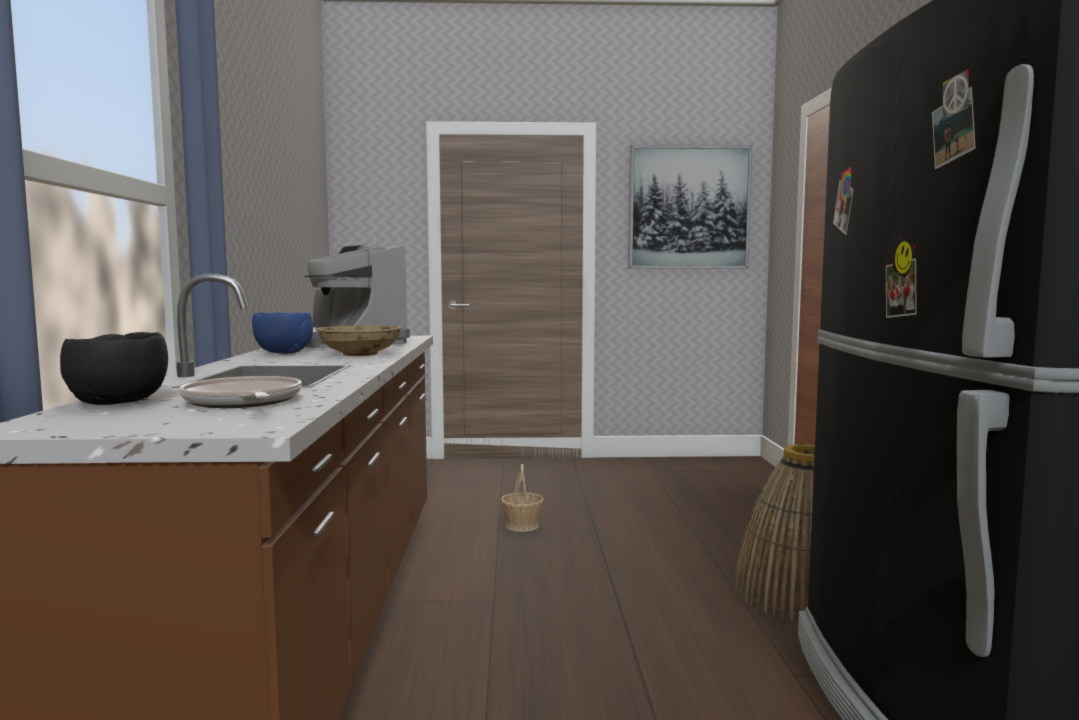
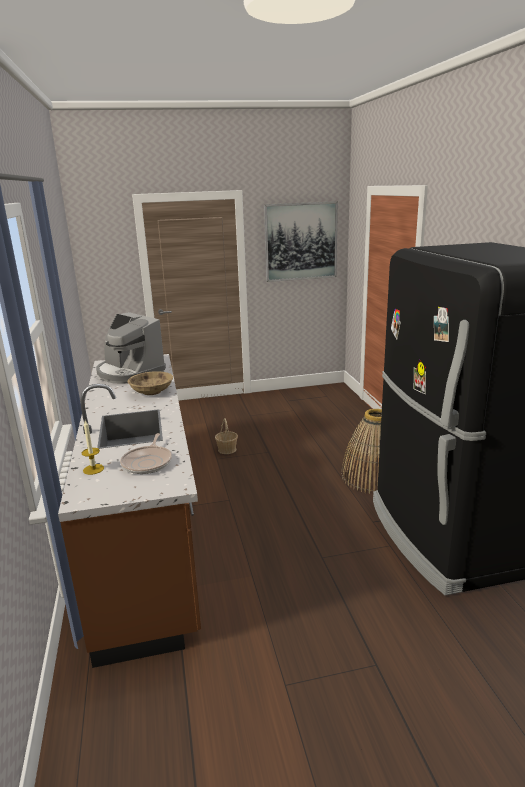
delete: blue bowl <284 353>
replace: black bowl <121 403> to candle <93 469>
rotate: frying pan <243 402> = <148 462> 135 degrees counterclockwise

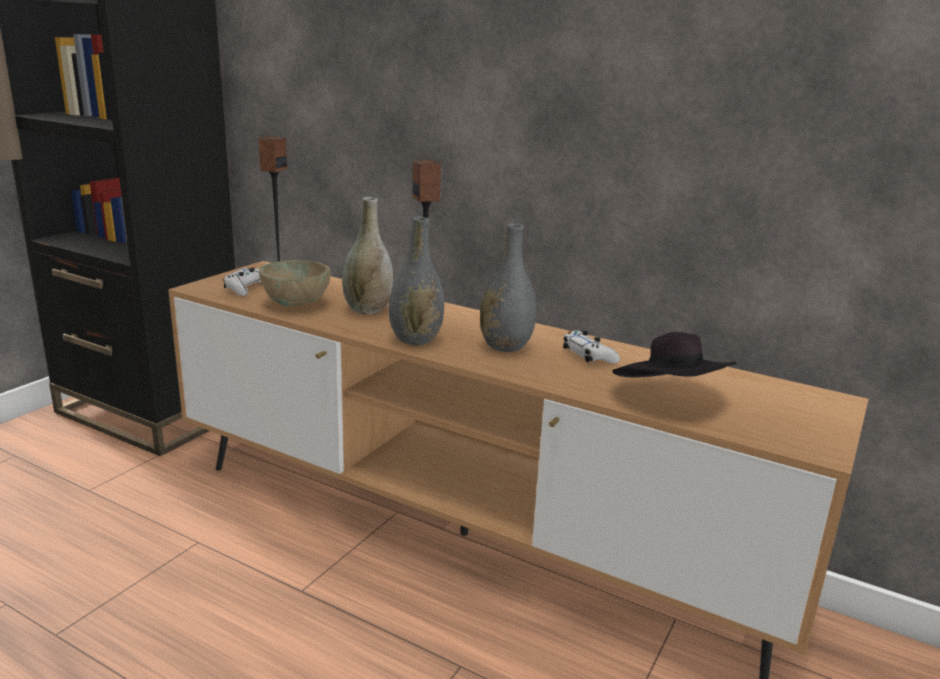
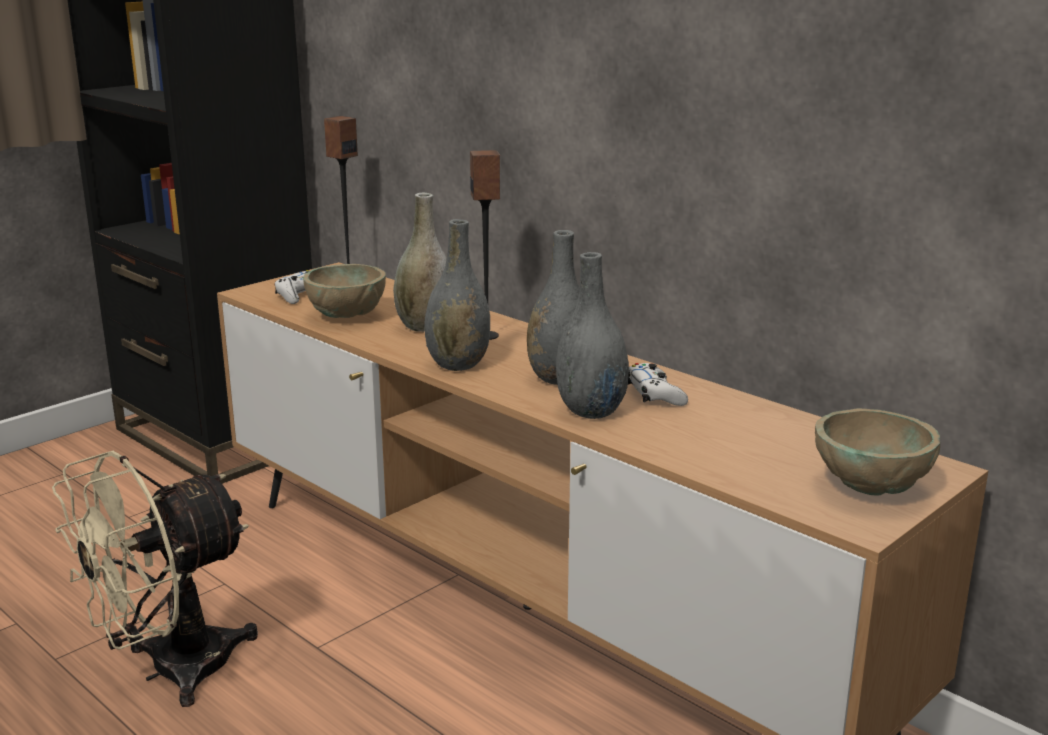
delete: black hat <671 398>
insert: beige fan <170 671>; grey vase <591 411>; beige bowl <868 487>

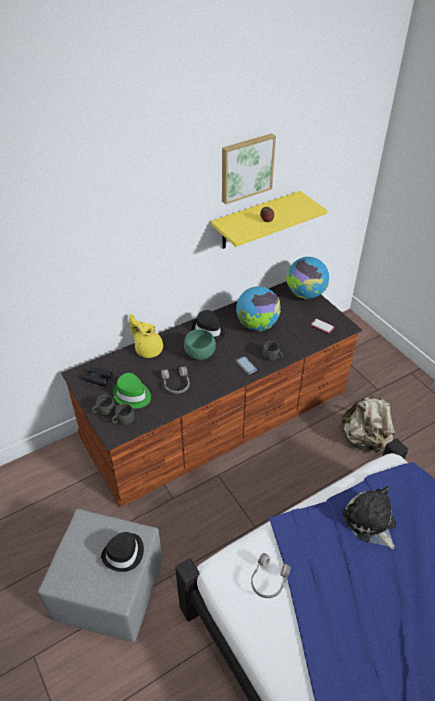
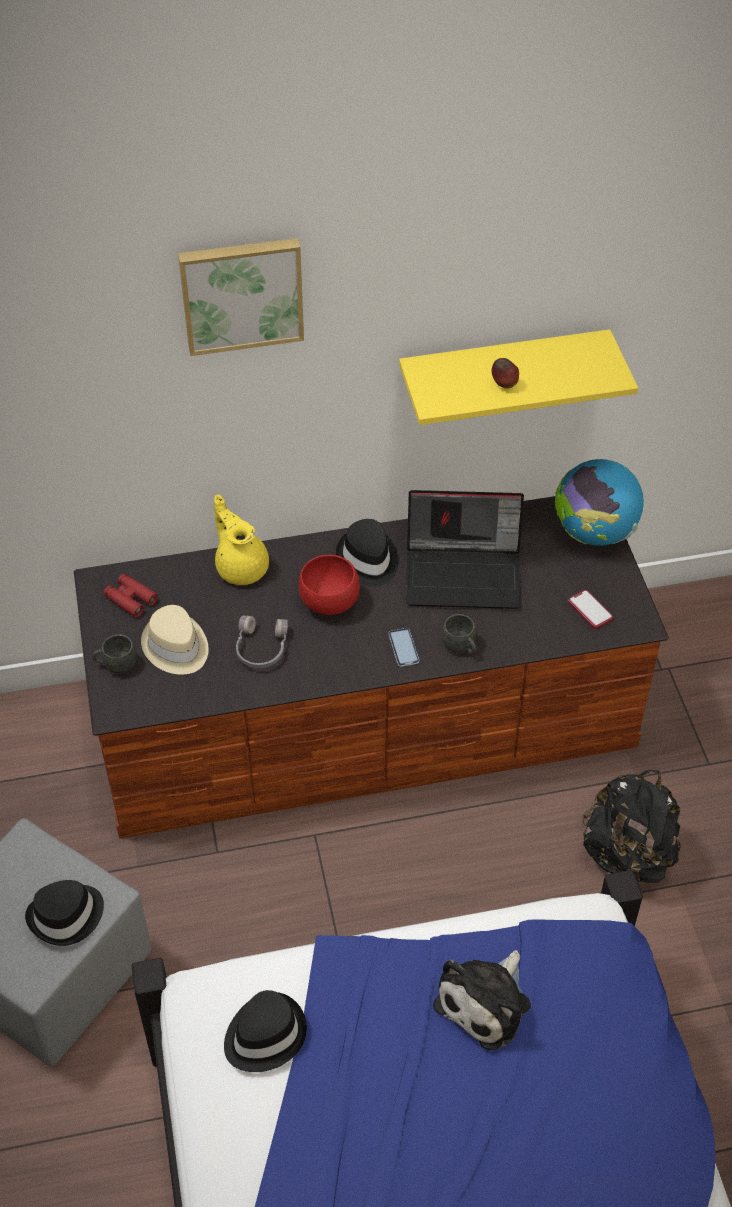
delete: grey mug <123 421>
move: picture <246 167> to <241 293>
replace: grey headphones <268 580> to black hat <264 1034>; globe <257 325> to laptop <464 573>
recolor: black binoculars <98 378> to red binoculars <130 599>; green hat <132 395> to beige hat <175 647>; green bowl <200 355> to red bowl <330 604>; beige backpack <365 440> to black backpack <627 855>
rotate: plush toy <370 523> = <487 1002> 135 degrees counterclockwise

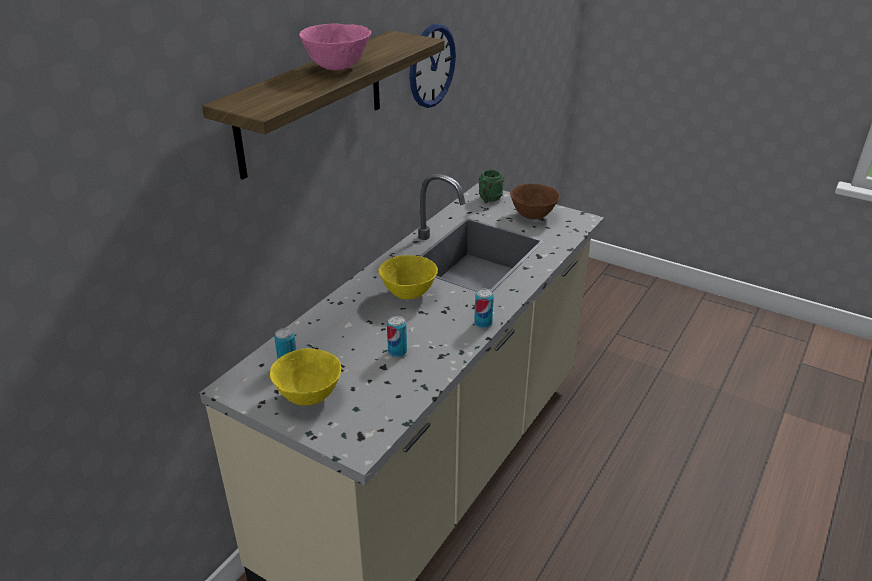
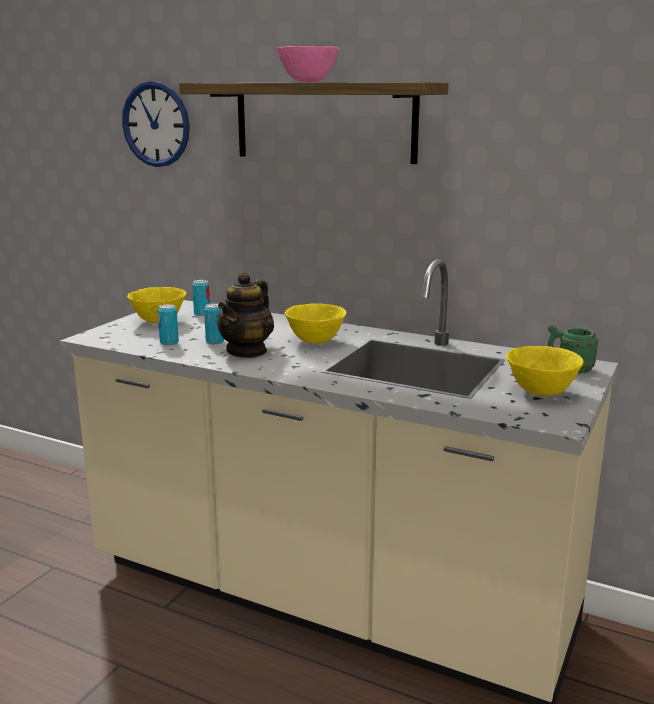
insert: teapot <247 351>
move: wall clock <432 66> to <156 124>; can <483 323> to <169 342>
recolor: brown bowl <533 216> to yellow bowl <540 392>

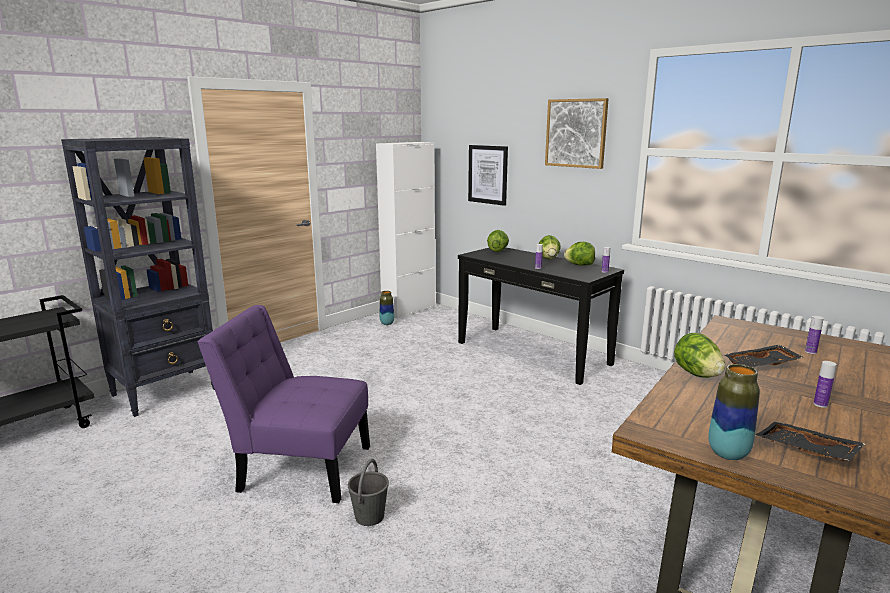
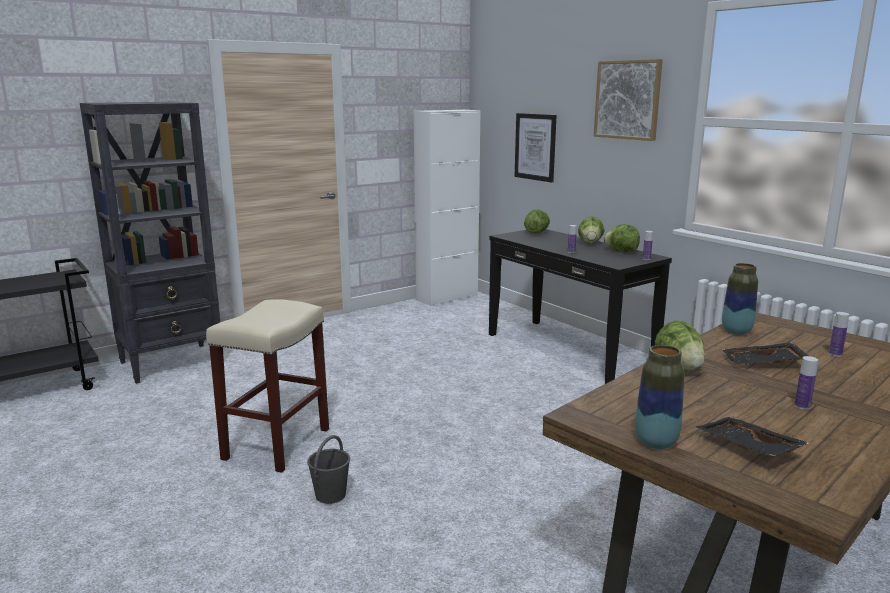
move: vase <387 323> to <736 332>
replace: purple chair <299 467> to beige stool <277 443>

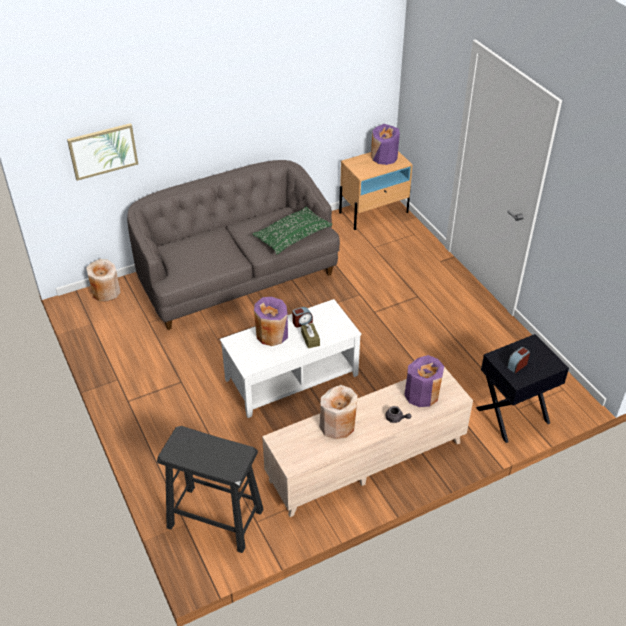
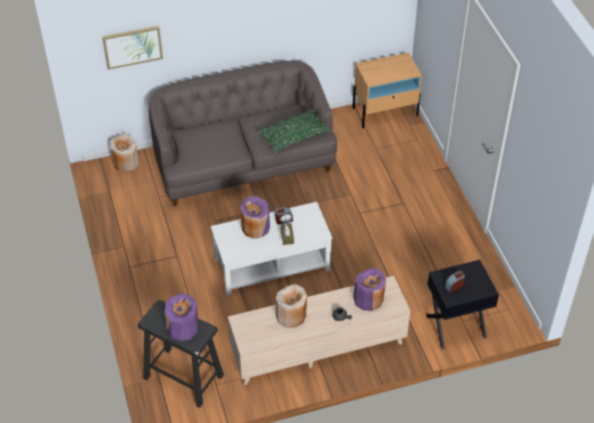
move: purple vase <384 157> to <183 327>

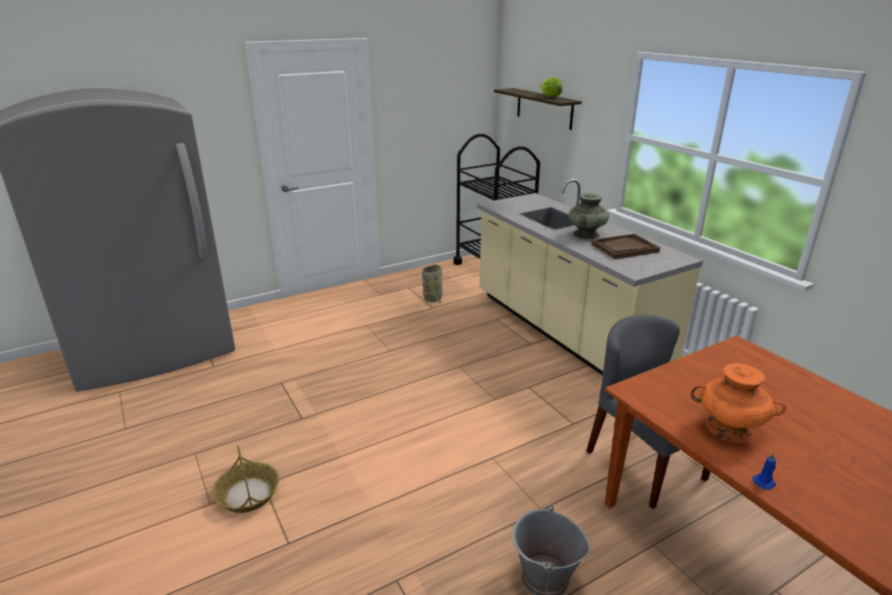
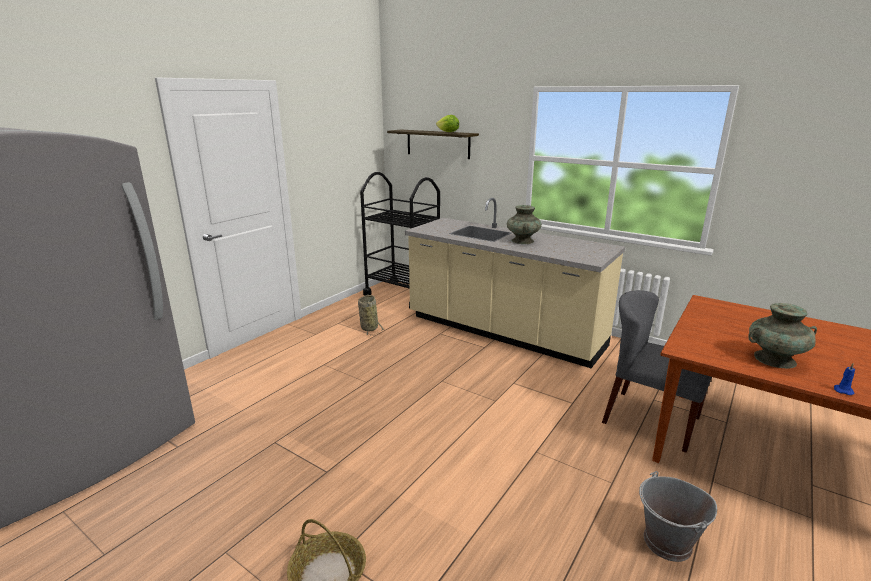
delete: brown tray <624 248>
recolor: orange vase <729 429> to turquoise vase <775 359>

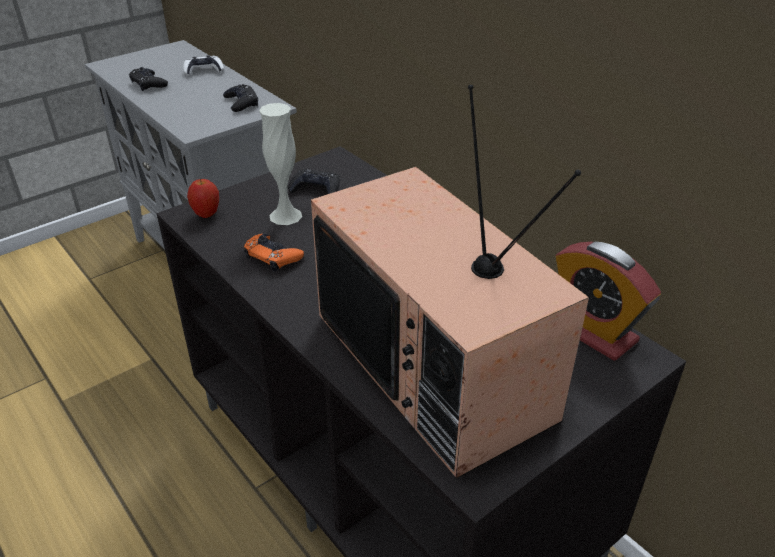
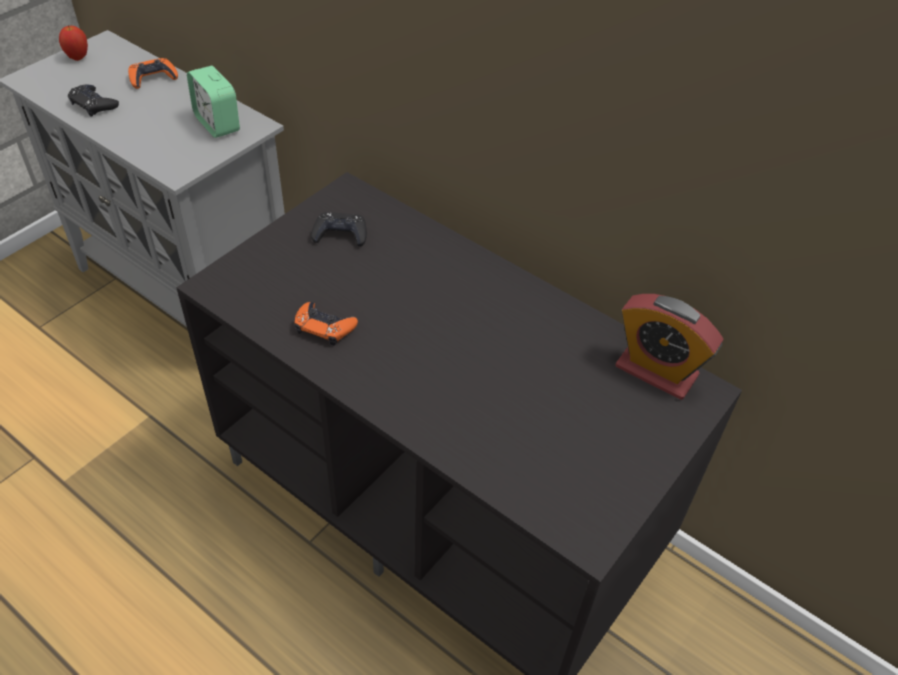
delete: white vase <285 216>; television <438 365>
move: apple <206 214> to <78 58>
replace: black game controller <241 103> to alarm clock <217 124>
recolor: white game controller <203 70> to orange game controller <153 78>

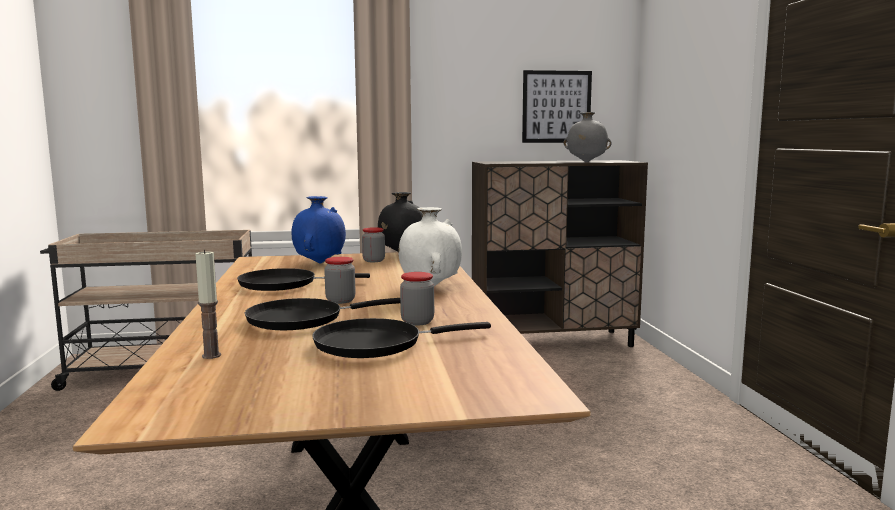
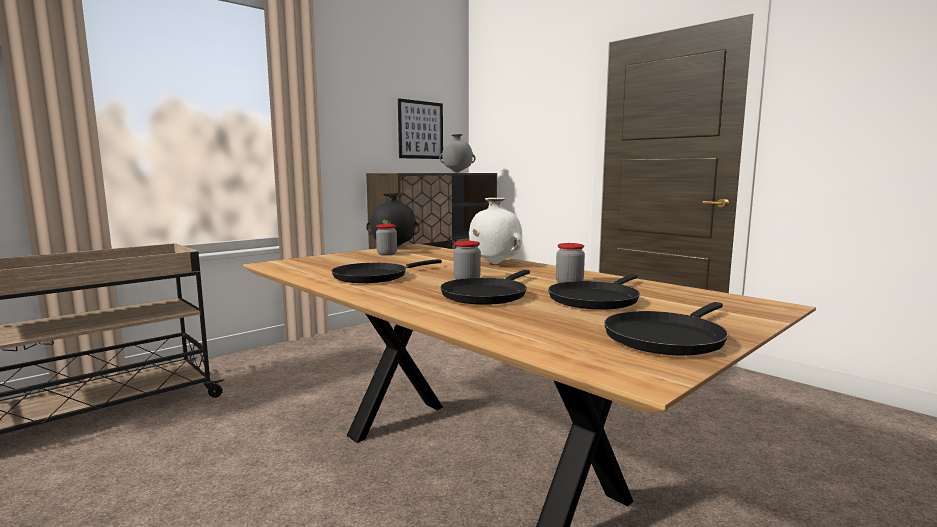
delete: candle <211 355>; blue vase <319 263>
insert: black frying pan <667 337>

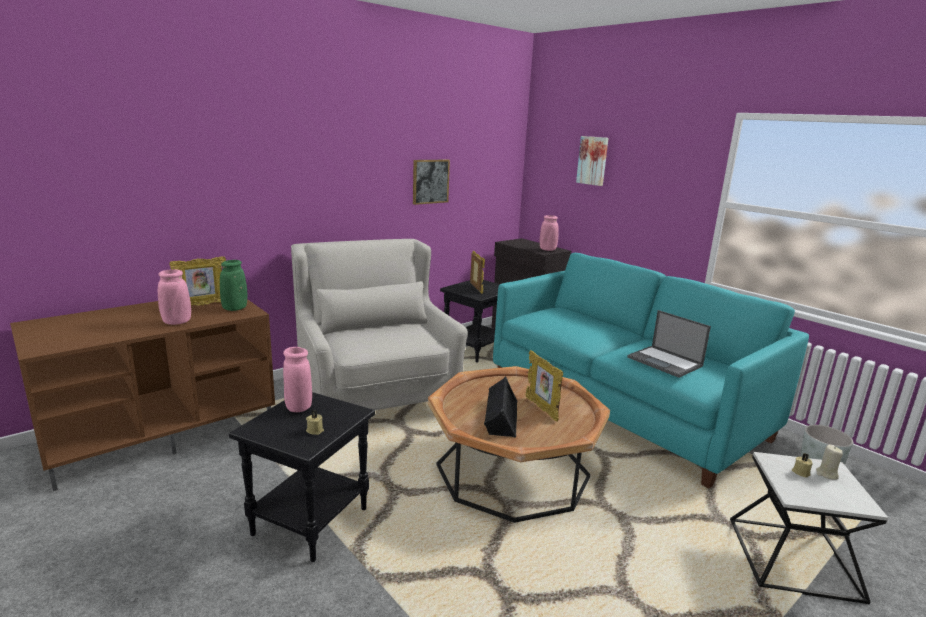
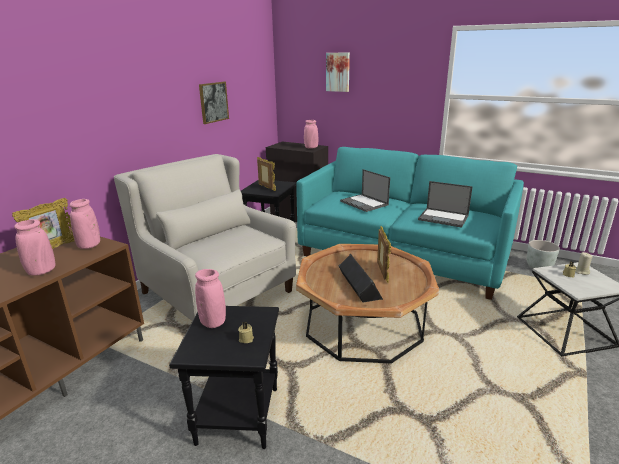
insert: laptop <364 203>
recolor: green vase <235 308> to pink vase <89 246>
rotate: picture frame <541 409> = <382 272> 135 degrees counterclockwise

